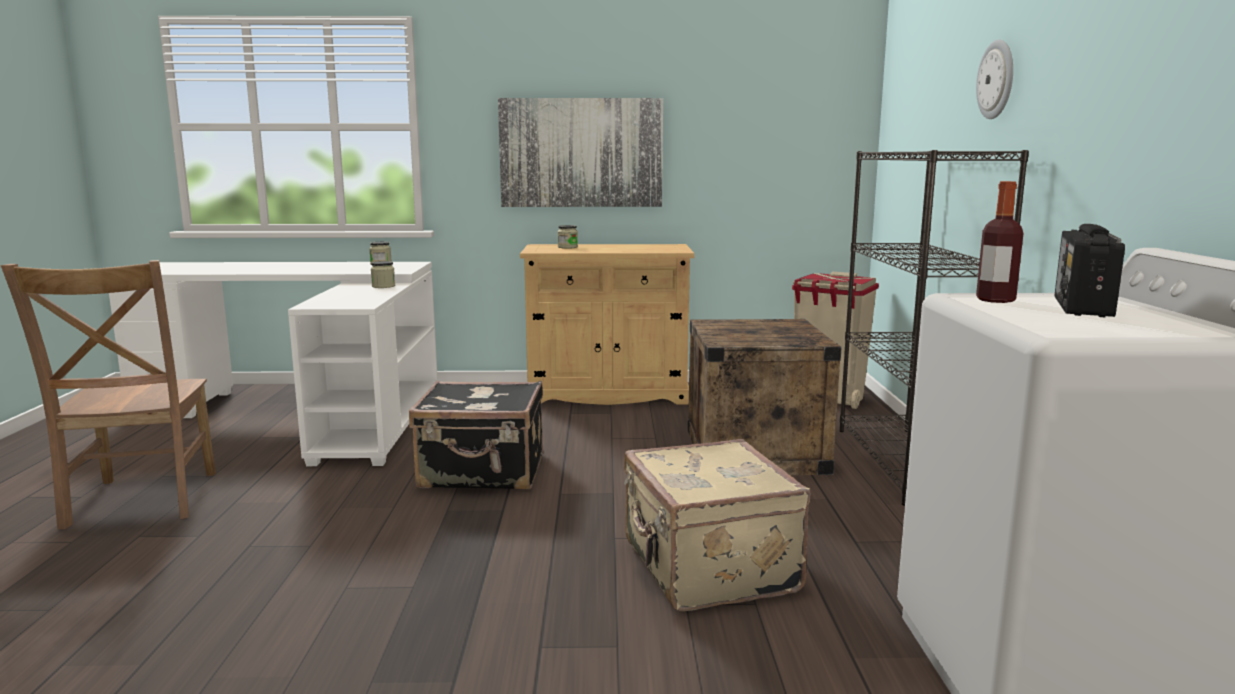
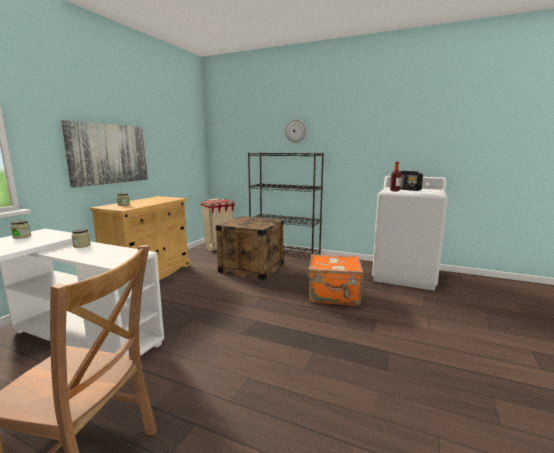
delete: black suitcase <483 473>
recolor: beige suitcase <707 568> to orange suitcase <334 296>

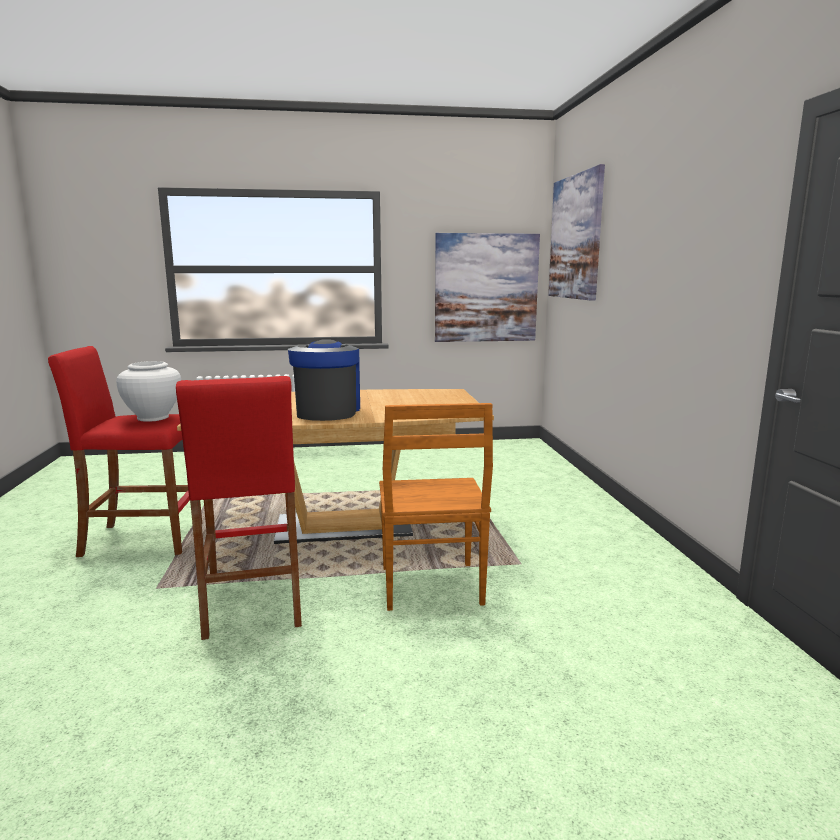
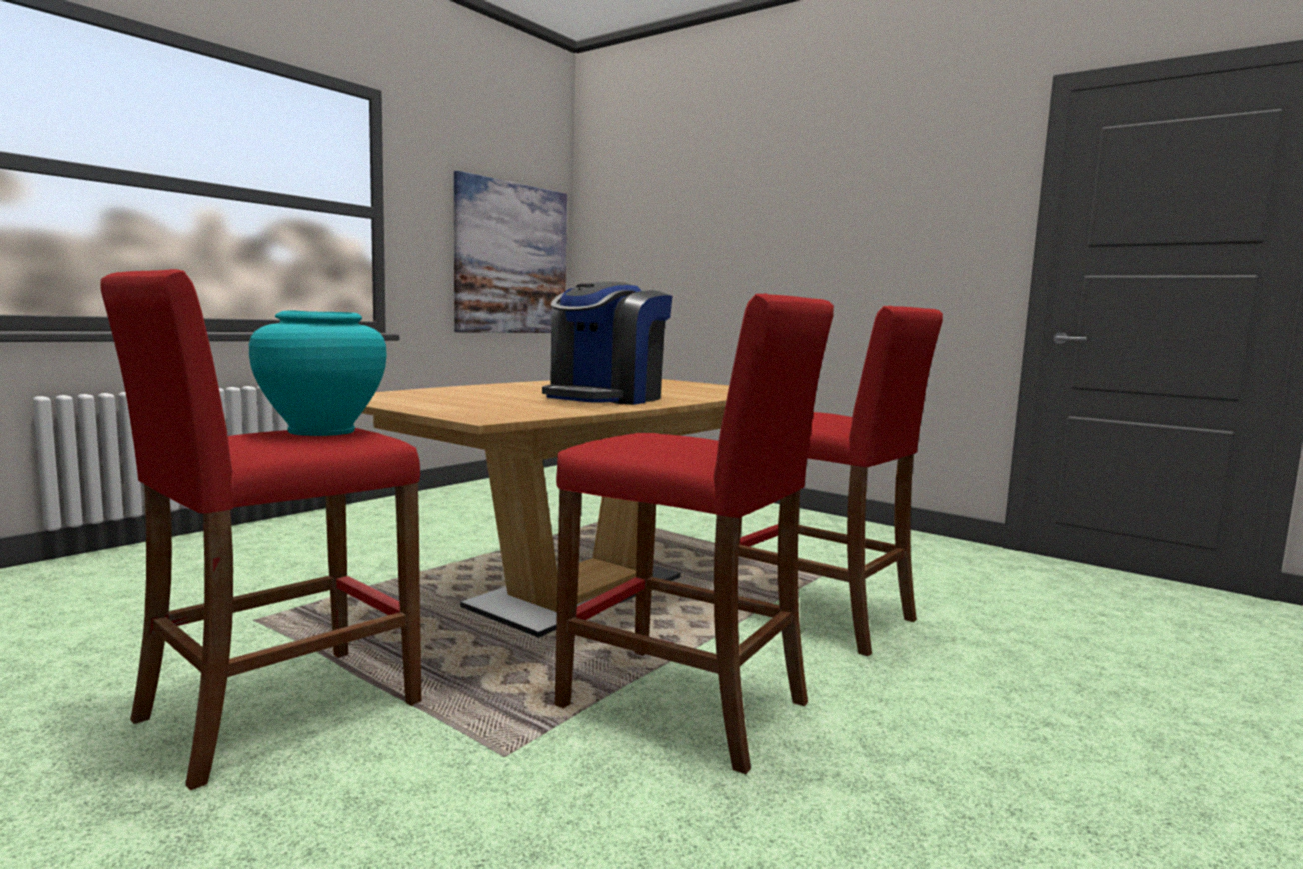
delete: picture <575 237>
replace: brown chair <431 588> to red stool <819 616>
recolor: white vase <153 418> to turquoise vase <321 430>
rotate: coffee machine <327 411> = <606 398> 105 degrees counterclockwise

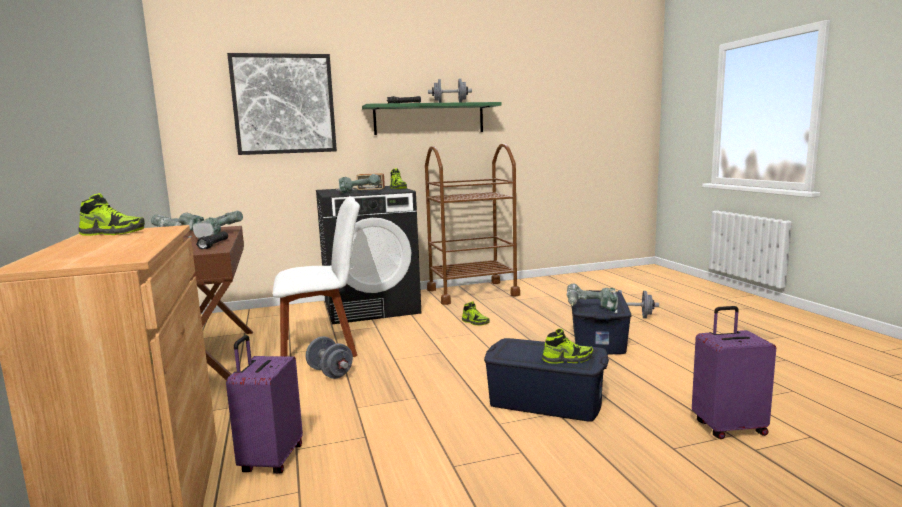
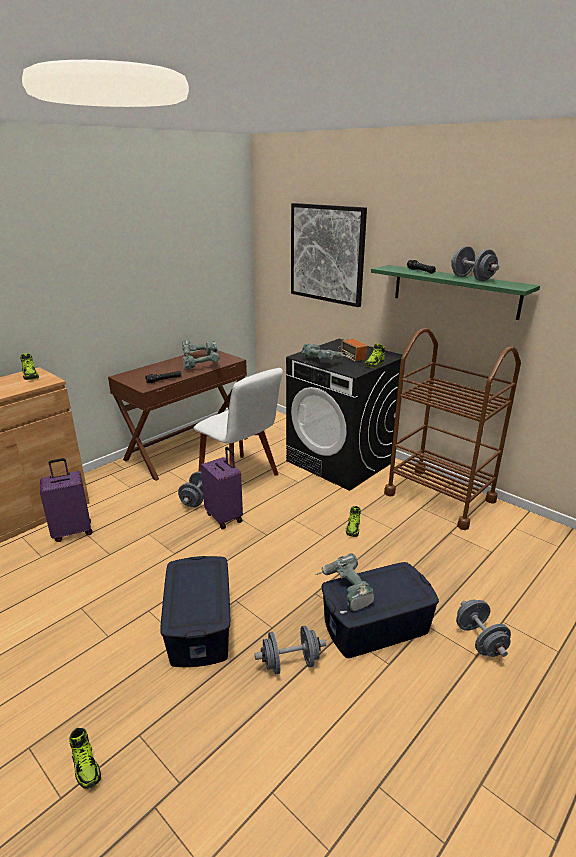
insert: grey dumbbell <290 663>
move: shoe <567 359> to <86 765>; purple suitcase <728 427> to <225 517>

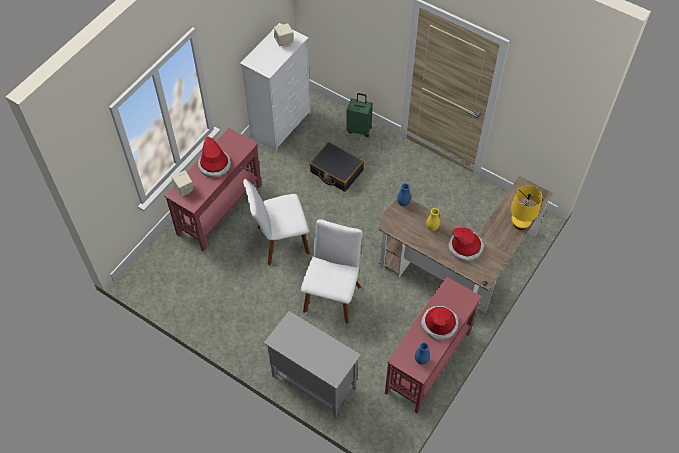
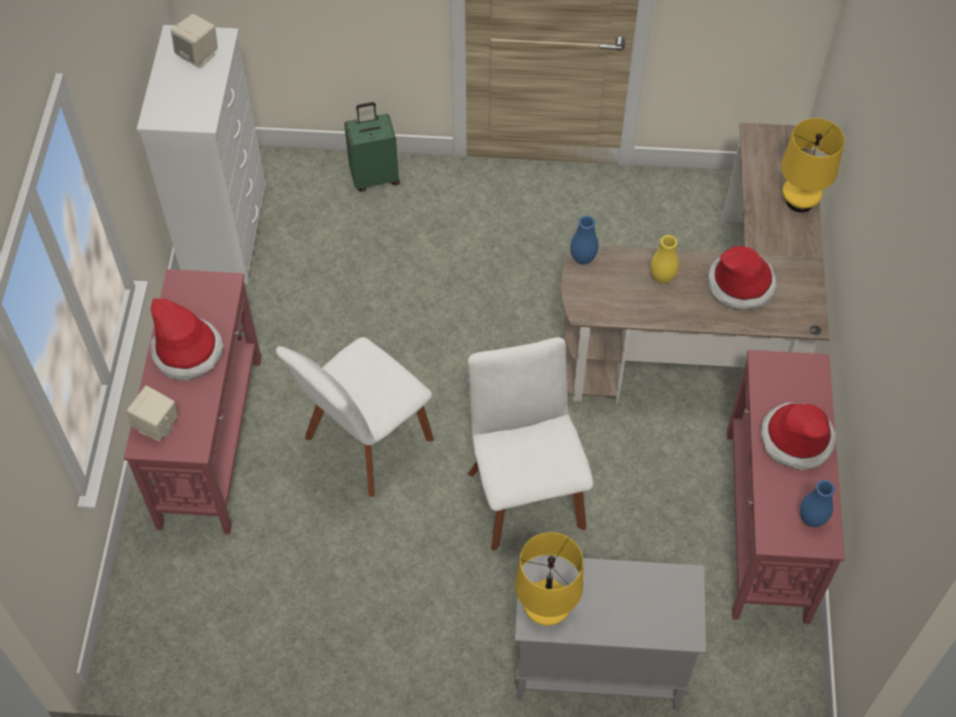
delete: black suitcase <336 171>
insert: yellow table lamp <546 609>

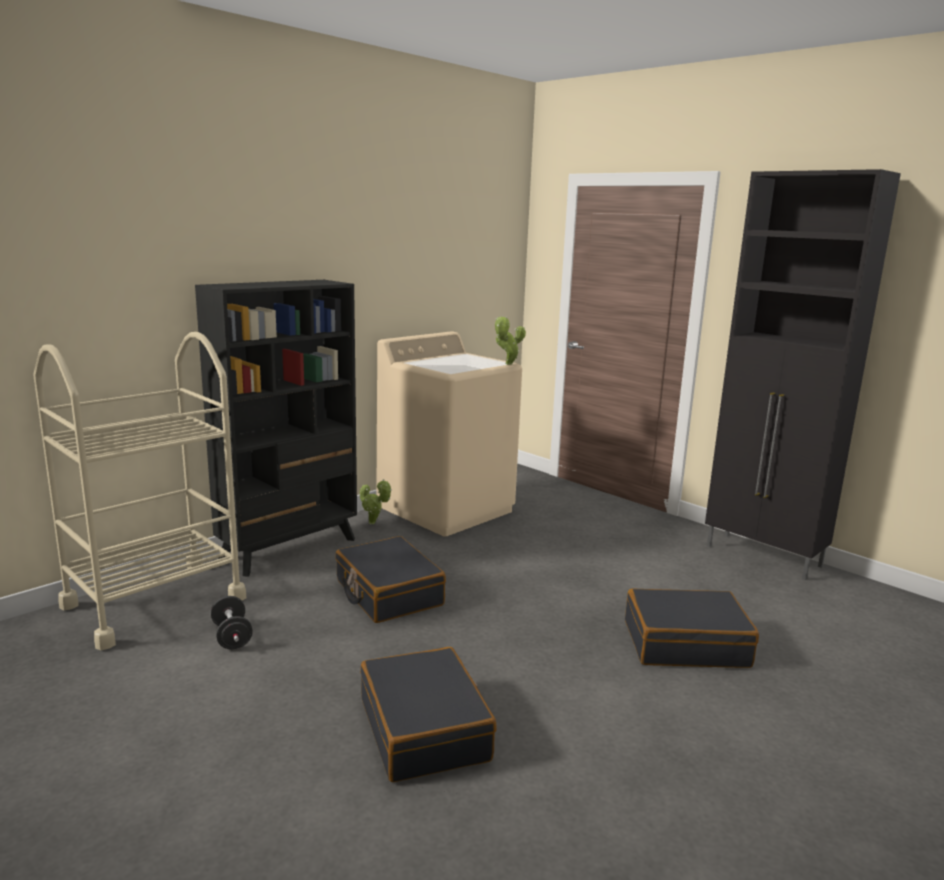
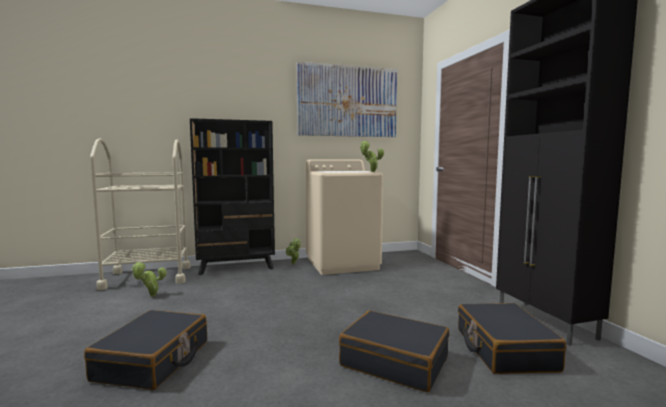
insert: picture <347 101>
move: black suitcase <388 593> to <504 349>
replace: black dumbbell <232 636> to potted plant <151 296>

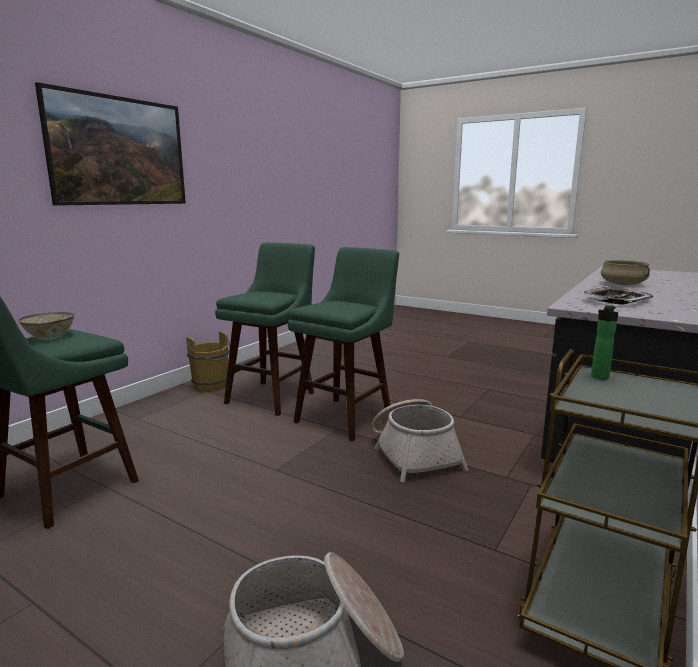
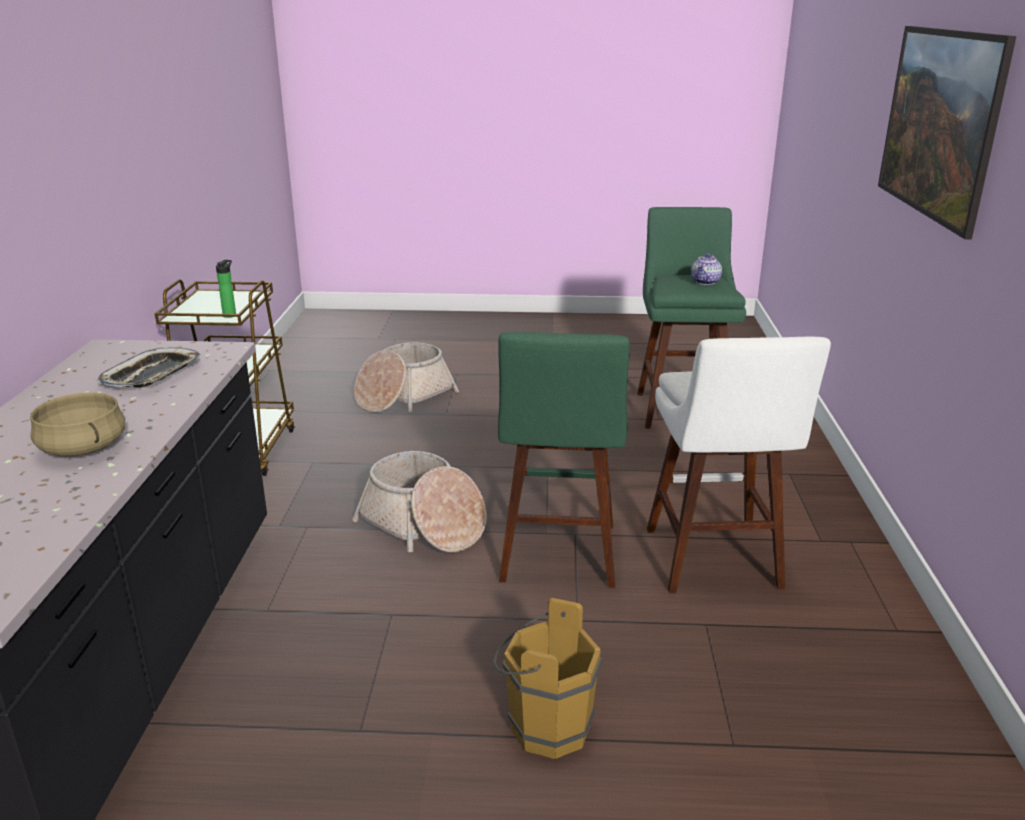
move: brown bucket <212 387> to <544 726>
replace: bowl <49 336> to teapot <706 282>
recolor: green stool <273 396> to white stool <714 562>

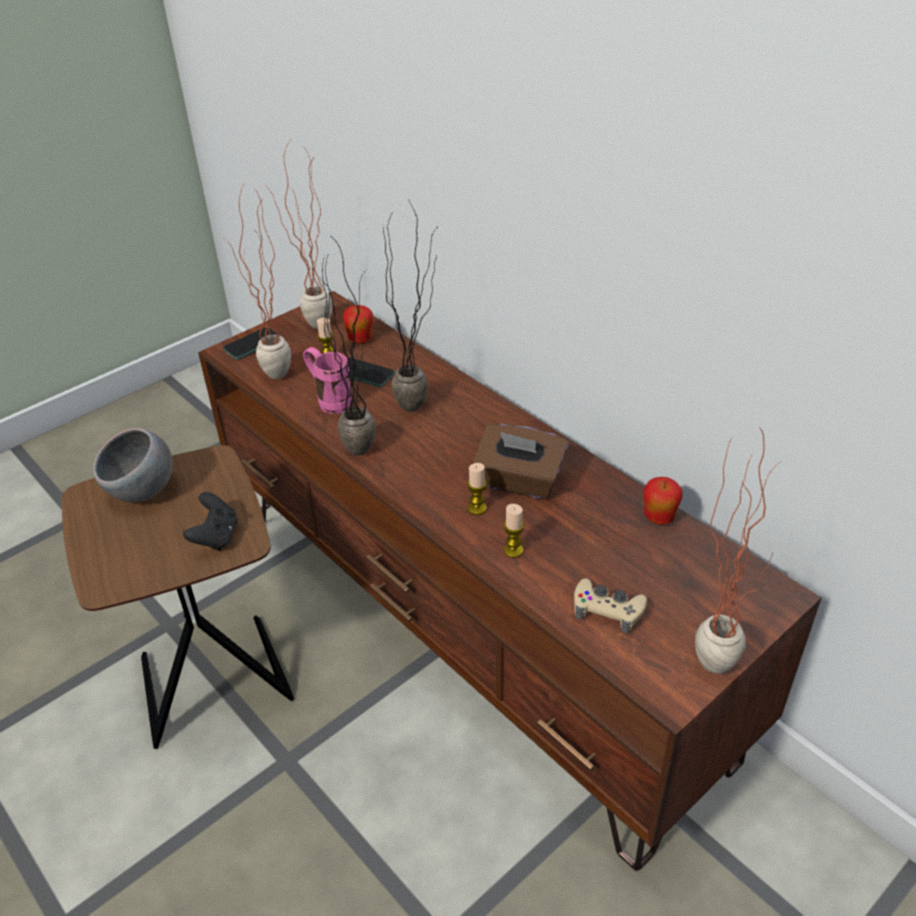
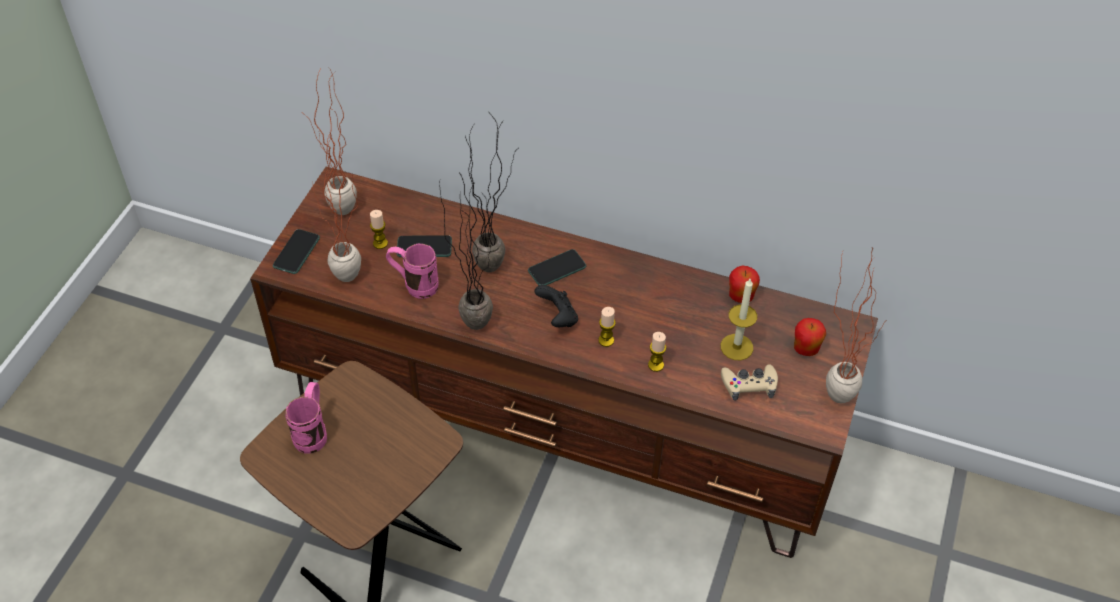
delete: brown tissue box <519 481>
insert: phone <557 269>; candle <736 347>
move: black game controller <216 537> to <558 317>; apple <360 340> to <805 349>
replace: grey bowl <143 491> to pink mug <313 432>

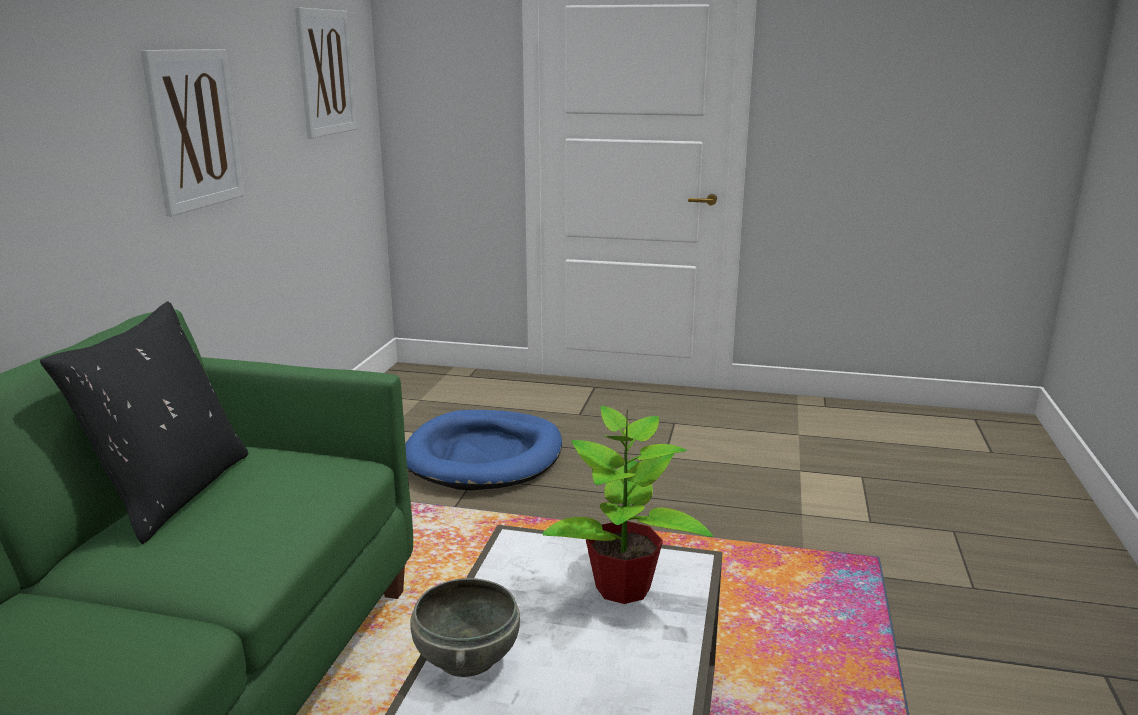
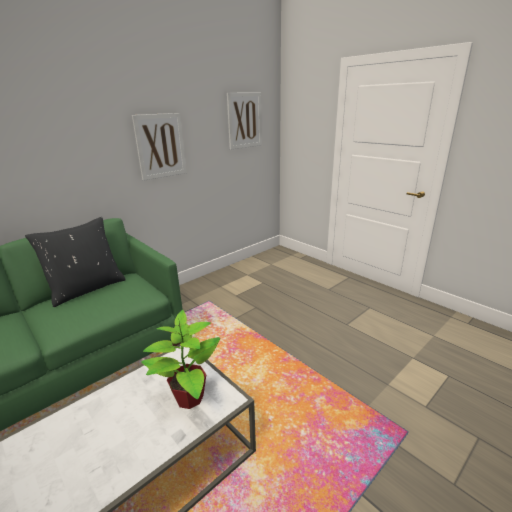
delete: blue dog bed <484 456>; grey bowl <465 657>

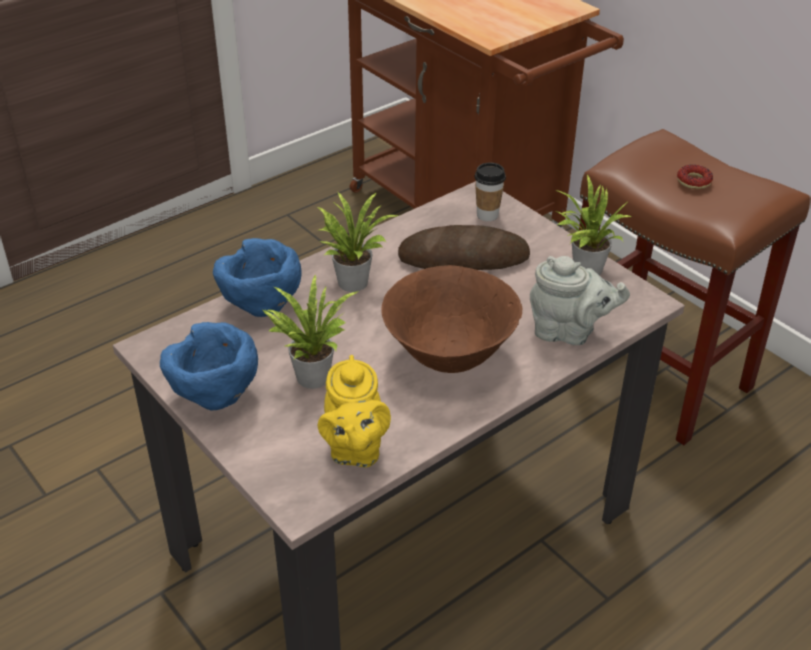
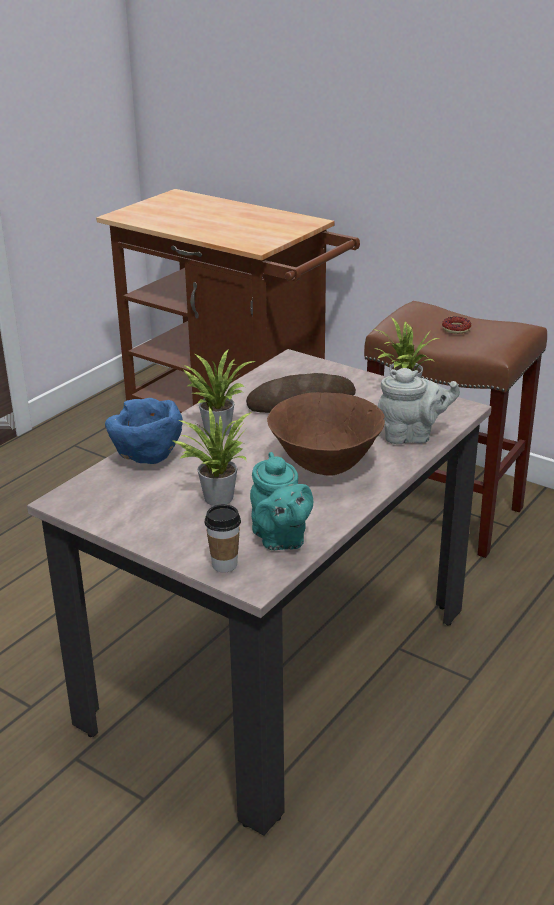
delete: blue bowl <214 397>
move: cup <487 215> to <224 565>
recolor: yellow teapot <354 450> to turquoise teapot <280 539>

